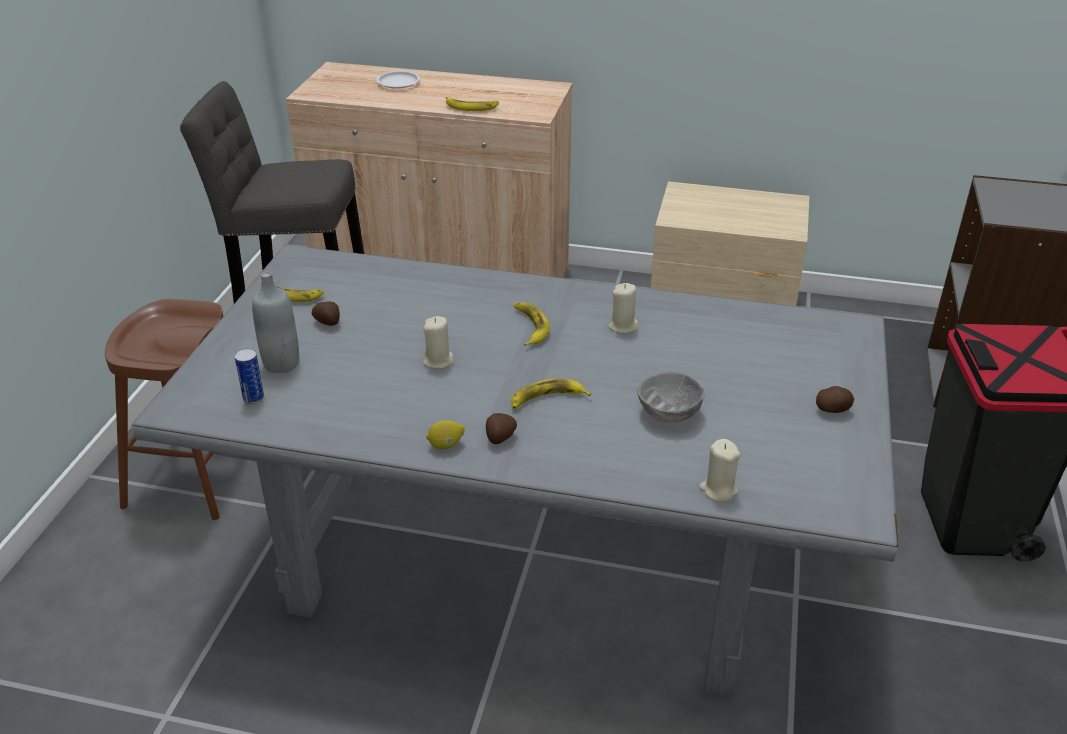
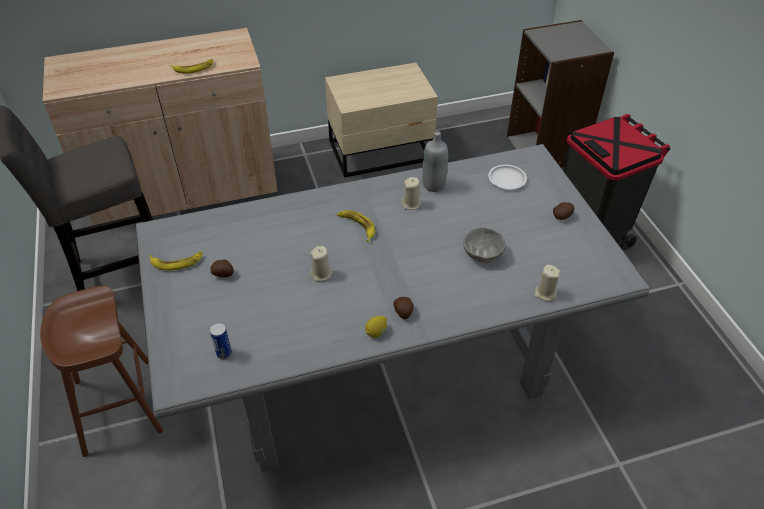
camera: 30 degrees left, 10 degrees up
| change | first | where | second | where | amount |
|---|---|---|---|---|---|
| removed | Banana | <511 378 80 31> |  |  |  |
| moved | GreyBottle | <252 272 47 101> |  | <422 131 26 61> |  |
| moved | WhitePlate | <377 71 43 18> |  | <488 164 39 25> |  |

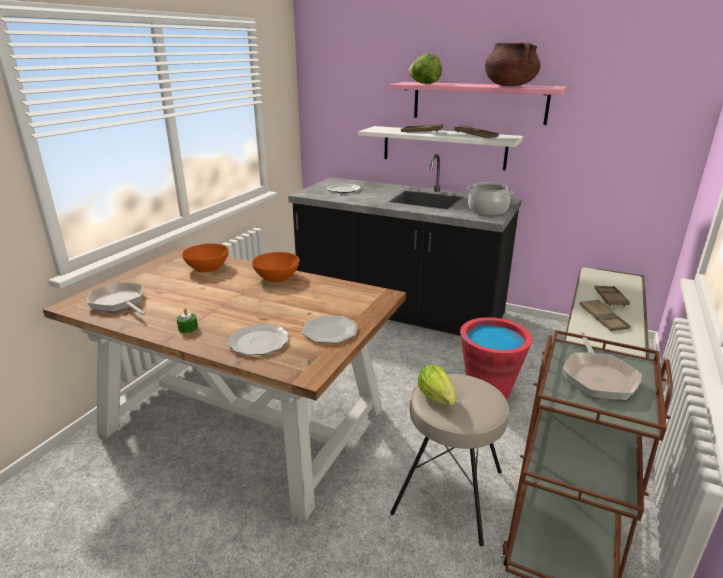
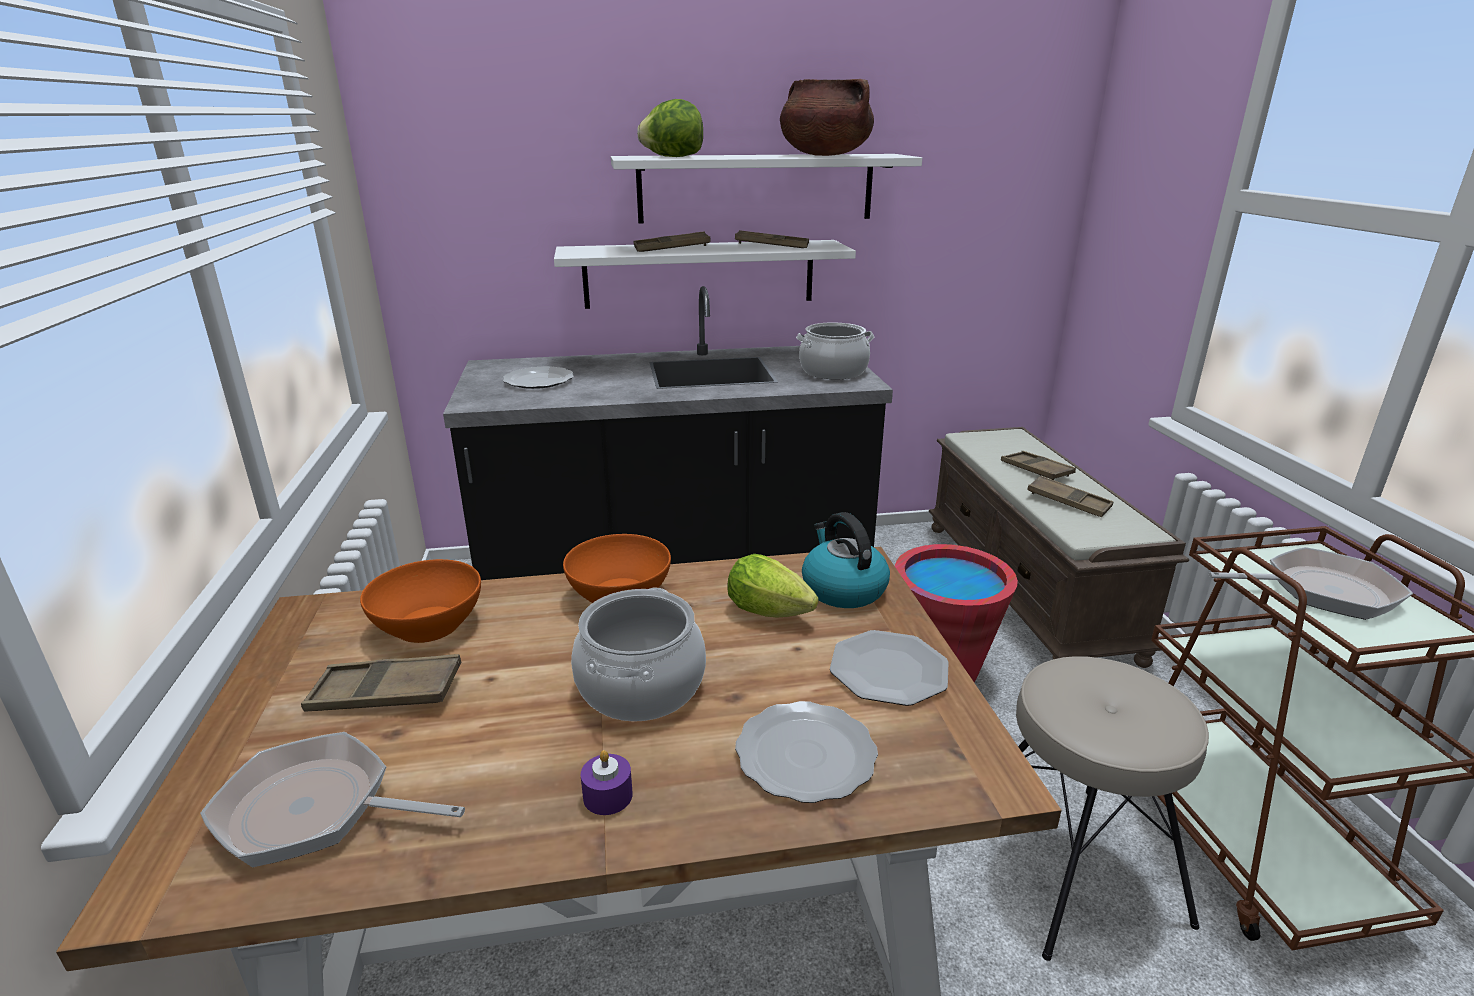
camera: 35 degrees left, 0 degrees up
| change | first | where | second | where | amount |
|---|---|---|---|---|---|
| added |  |  | BrownTray | <301 654 160 58> |  |
| added |  |  | CookingPot | <571 588 135 134> |  |
| added |  |  | Kettle | <802 512 88 96> |  |
| moved | Lettuce | <418 365 38 41> |  | <727 554 92 64> |  |
| recoloured | GreenCandle | <177 308 21 25> | PurpleCandle | <581 750 52 65> |  |
| recoloured | PinkShelf | <389 82 178 43> | WhiteShelf | <611 154 311 70> |  |
| turned | FryingPan | <562 332 80 68> |  | <1209 547 204 73> | 60 degrees counterclockwise |

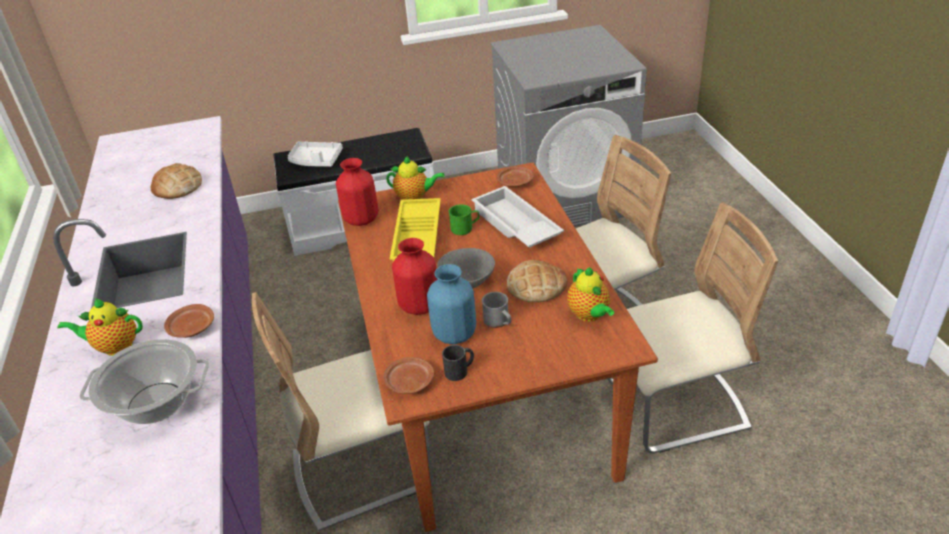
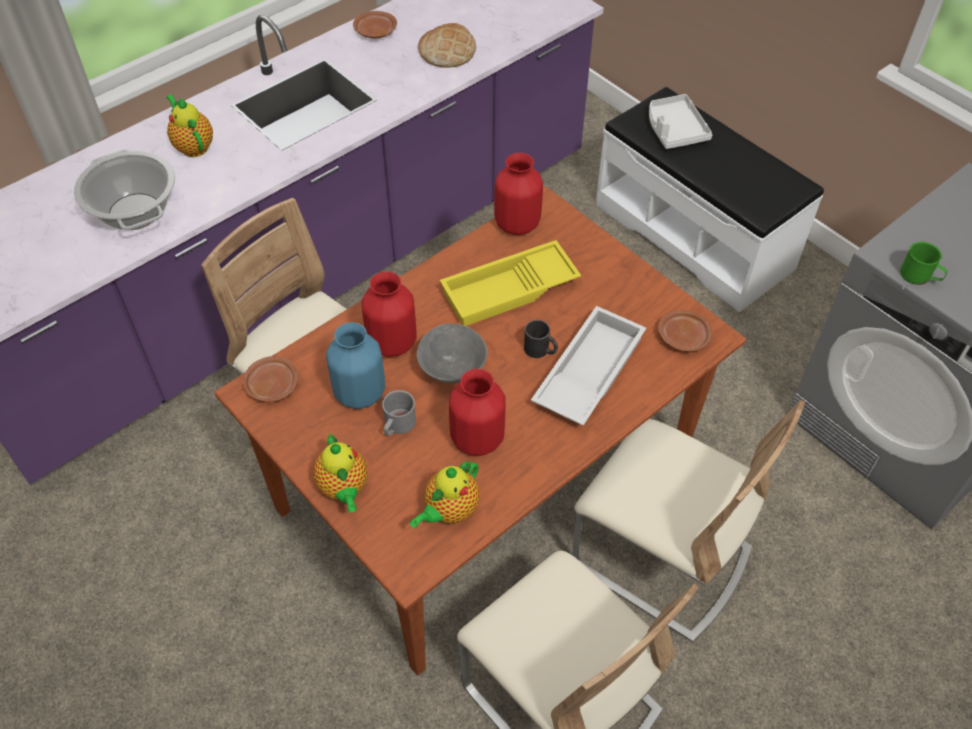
camera: 60 degrees right, 15 degrees up
| change | first | where | second | where | amount |
|---|---|---|---|---|---|
| moved | BrownPlate | <164 304 50 34> |  | <353 11 44 27> |  |
| moved | Teapot | <386 156 59 44> |  | <313 433 55 79> |  |
| moved | BlackMug | <442 345 32 36> |  | <524 320 34 38> |  |
| moved | GreenMug | <449 204 30 31> |  | <900 242 48 43> |  |
| replaced | Bread | <507 260 61 42> | RedVase | <449 369 57 87> |  |

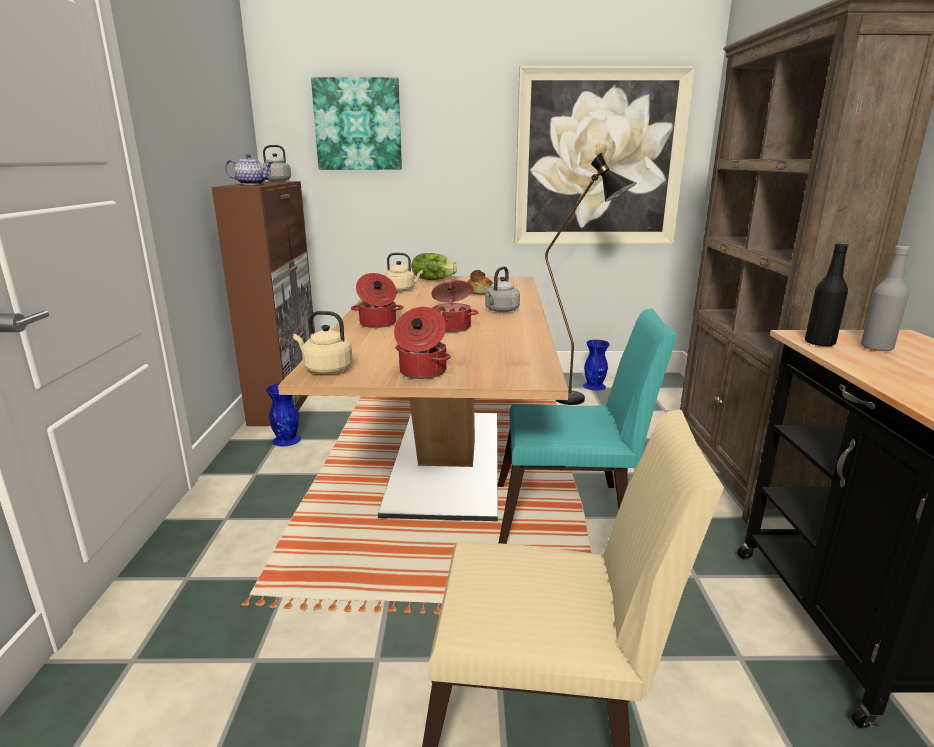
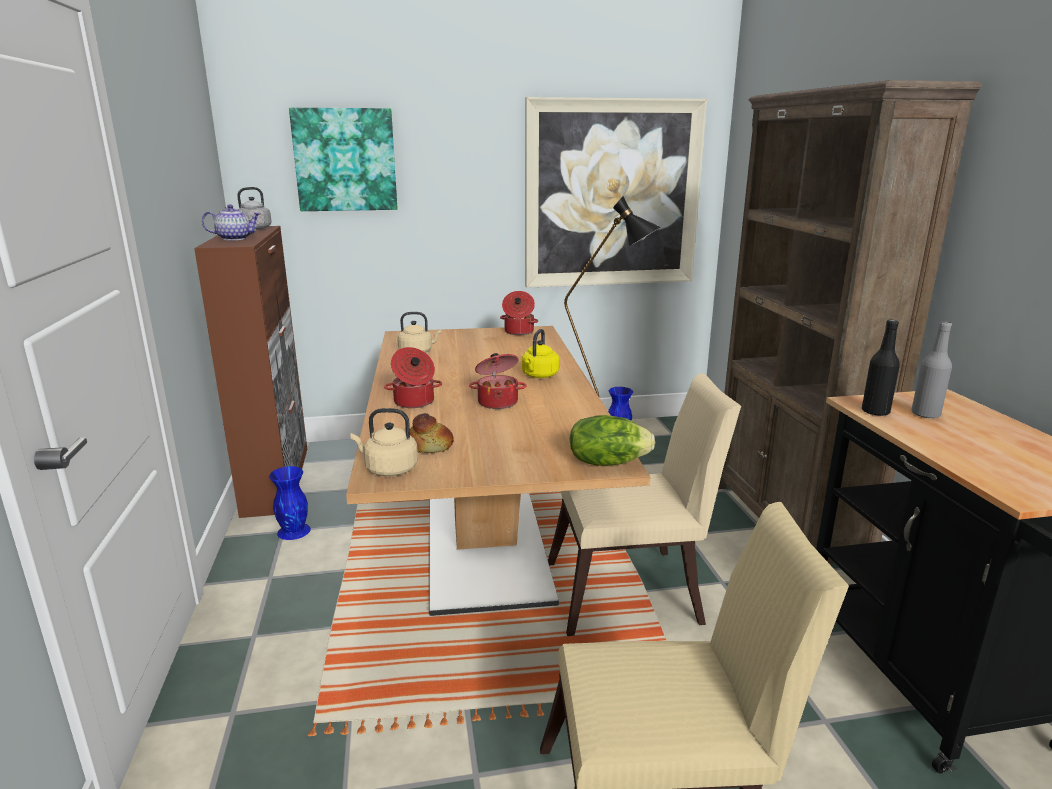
camera: 10 degrees left, 0 degrees up
| change | first | where | second | where | amount |
|---|---|---|---|---|---|
| moved | CookingPot | <394 307 57 72> |  | <500 291 38 44> |  |
| moved | Lettuce | <412 253 45 27> |  | <569 415 86 51> |  |
| moved | Bread | <468 270 25 25> |  | <410 413 44 40> |  |
| recoloured | GreyKettle | <485 266 35 46> | YellowKettle | <522 329 37 49> |  |
| recoloured | TurquoiseChair | <498 308 180 236> | BeigeChair | <548 373 193 263> |  |

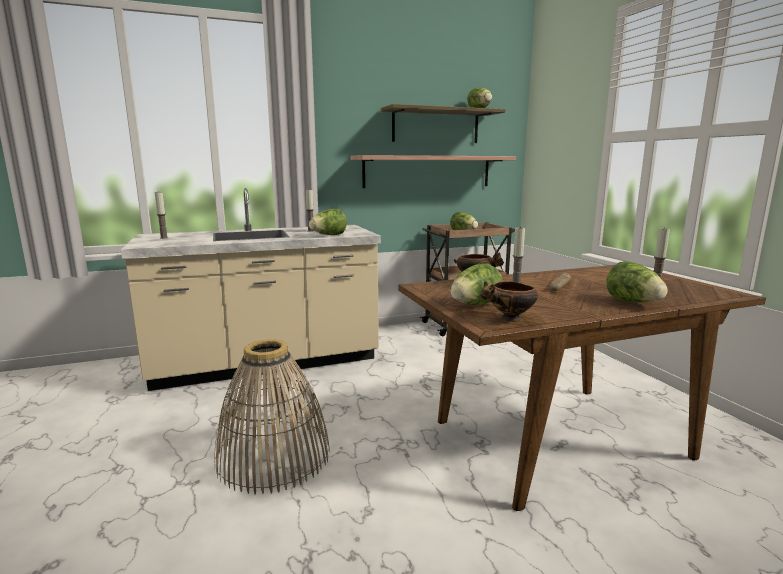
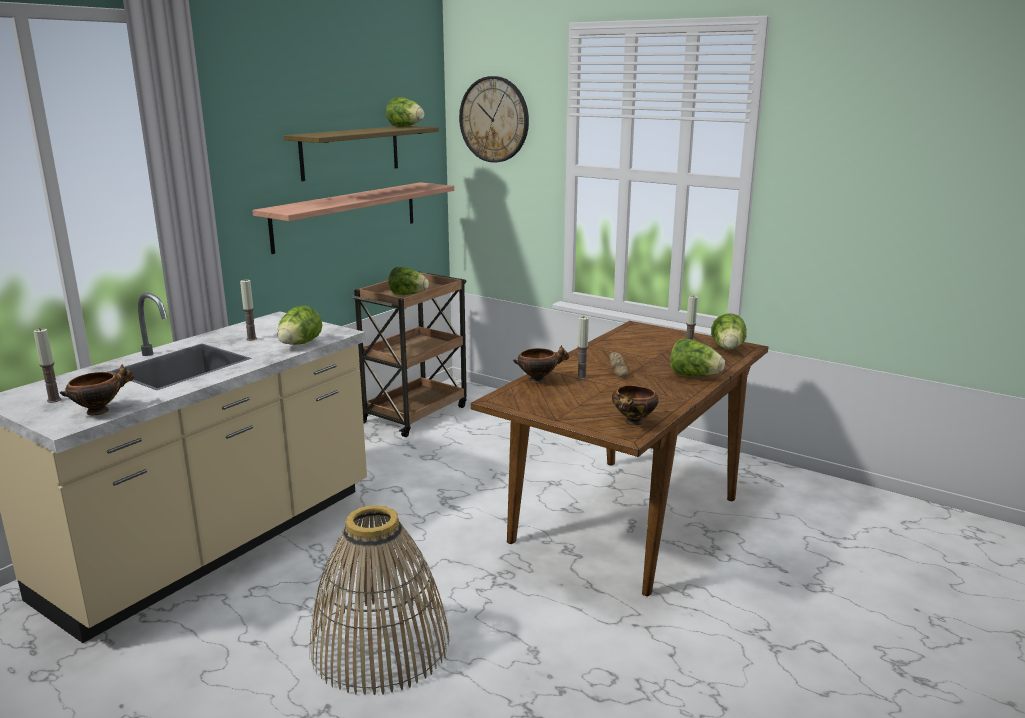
camera: 35 degrees left, 5 degrees up
| change | first | where | second | where | amount |
|---|---|---|---|---|---|
| added |  |  | Bowl | <60 365 74 50> |  |
| added |  |  | WallClock | <459 76 70 87> |  |
| moved | Lettuce | <450 264 53 41> |  | <711 313 36 37> |  |

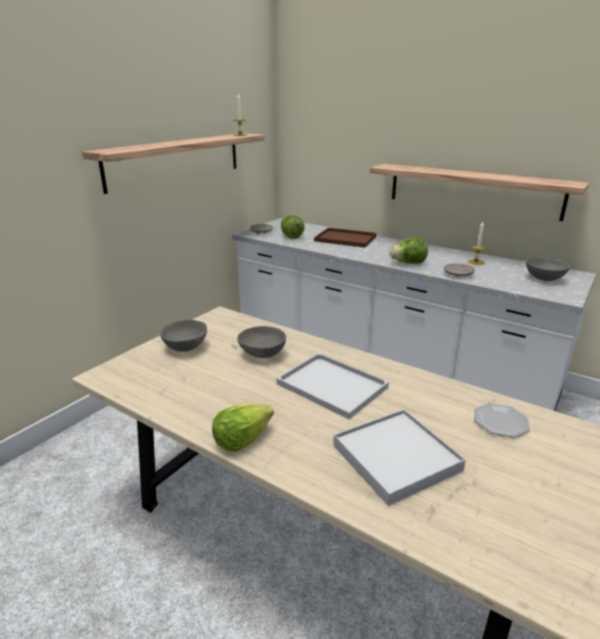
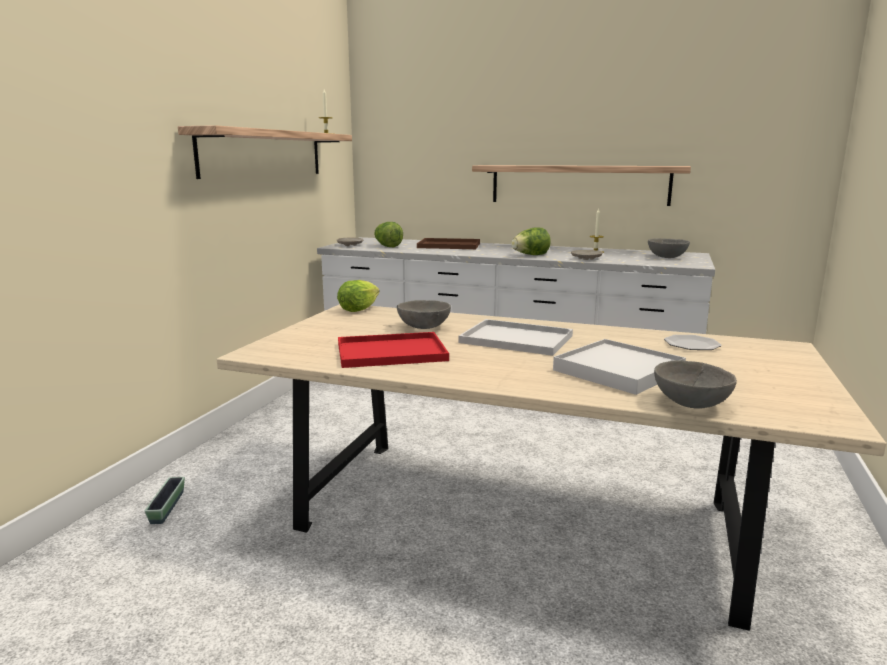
camera: 15 degrees left, 10 degrees down
| change | first | where | second | where | amount |
|---|---|---|---|---|---|
| added |  |  | Planter | <145 477 40 47> |  |
| added |  |  | RedTray | <338 332 111 36> |  |
| moved | GreyBowl | <160 320 47 32> |  | <654 360 83 48> |  |
| moved | Lettuce | <212 403 62 48> |  | <337 280 43 32> |  |

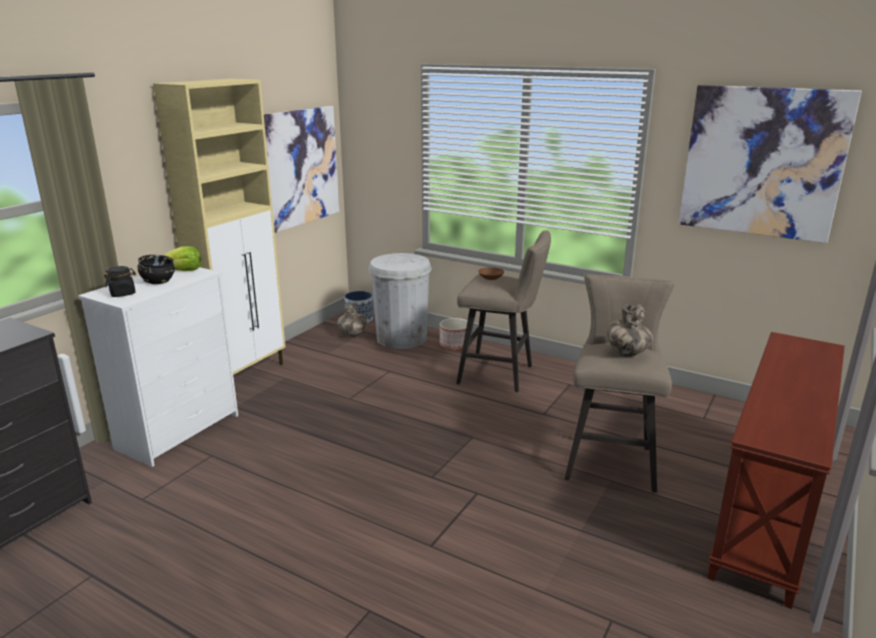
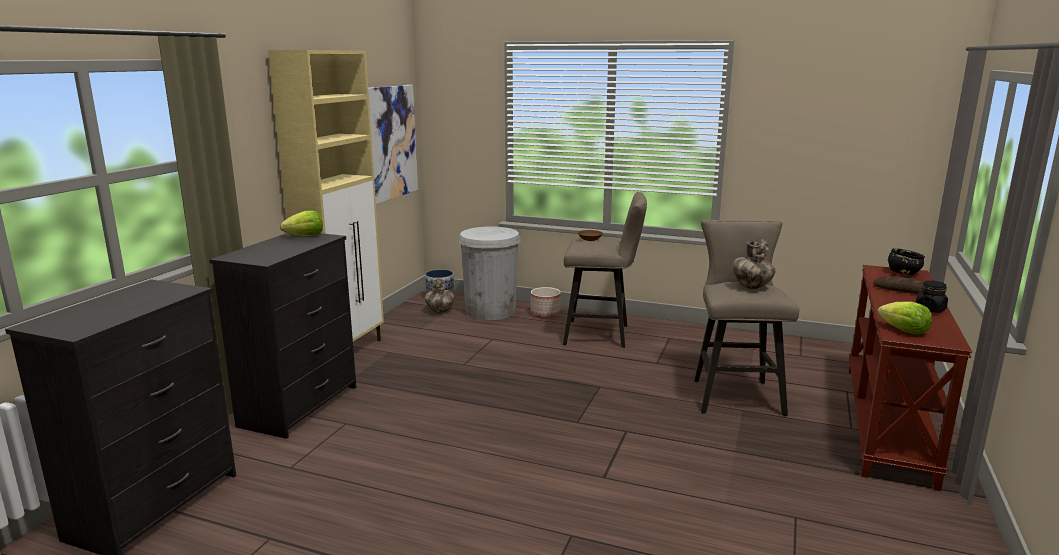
camera: 10 degrees left, 5 degrees down
| change | first | where | second | where | amount |
|---|---|---|---|---|---|
| removed | Picture | <679 85 183 158> |  |  |  |
| added |  |  | Bread | <873 276 51 18> |  |
| added |  |  | Lettuce | <877 301 55 34> |  |
| moved | BlackJar | <104 266 32 31> |  | <916 280 32 33> |  |
| moved | BlackBowl | <138 255 37 29> |  | <888 248 37 27> |  |
| recoloured | WhiteDresser | <78 267 160 200> | BlackDresser | <209 233 148 206> |  |

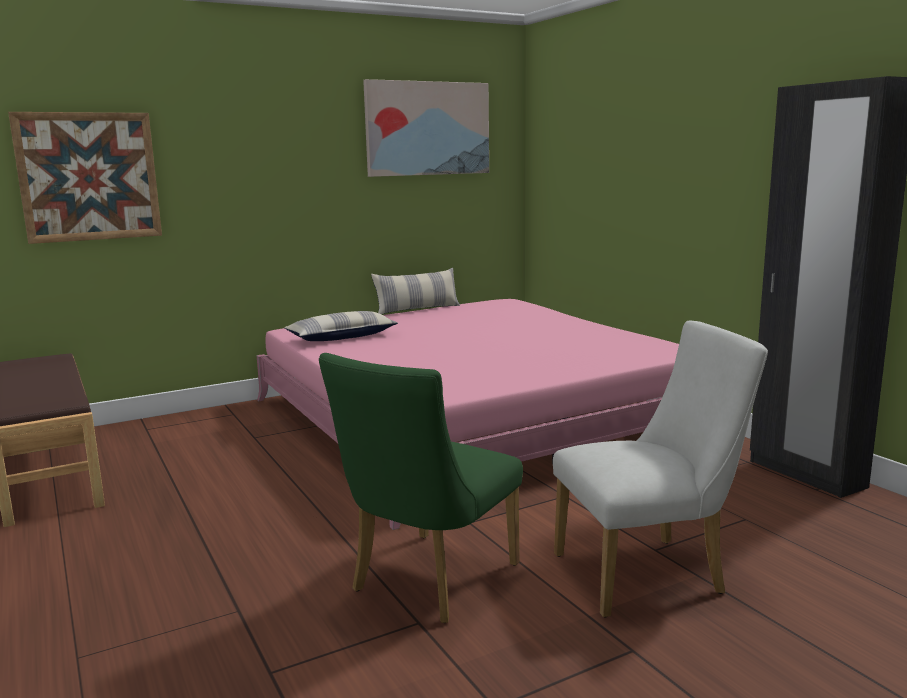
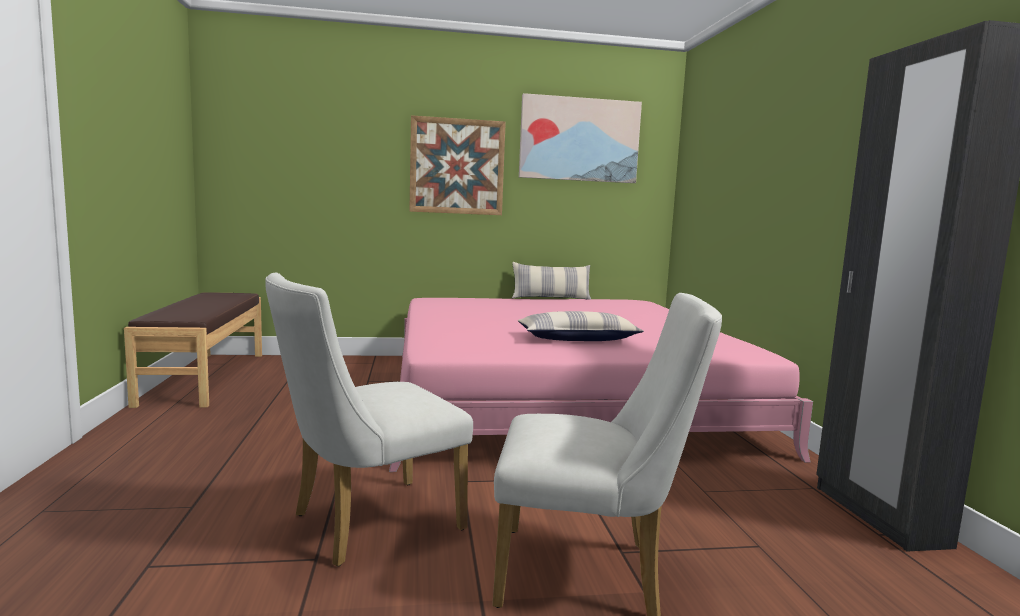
camera: 20 degrees right, 5 degrees down
| change | first | where | second | where | amount |
|---|---|---|---|---|---|
| moved | Picture | <8 112 154 132> |  | <409 115 97 100> |  |
| moved | Pillow | <284 311 114 30> |  | <518 311 126 30> |  |
| recoloured | GreenChair | <319 353 204 270> | WhiteChair | <265 273 208 294> |  |

